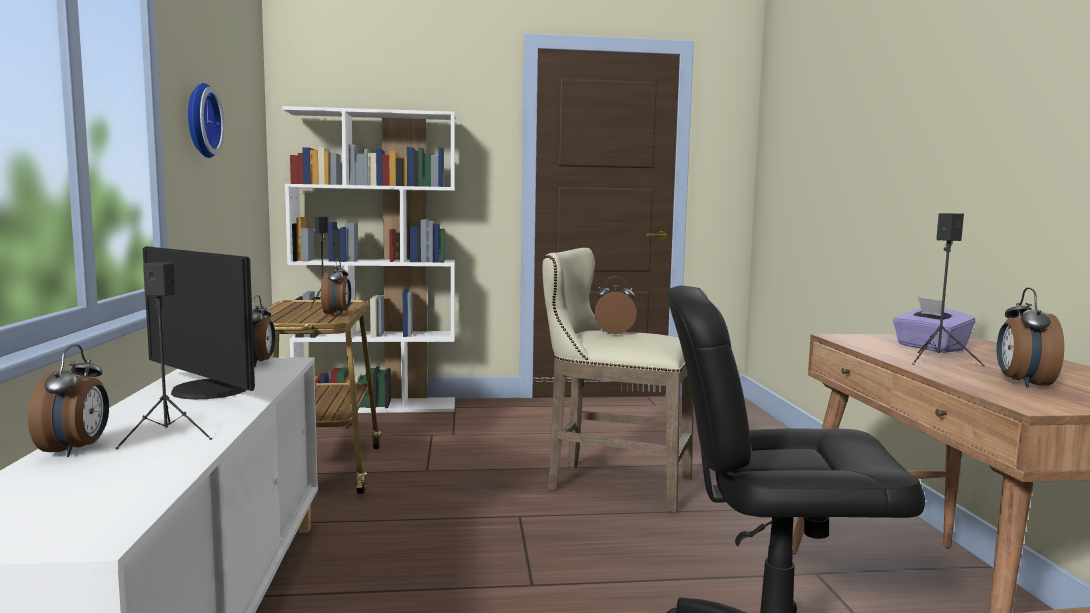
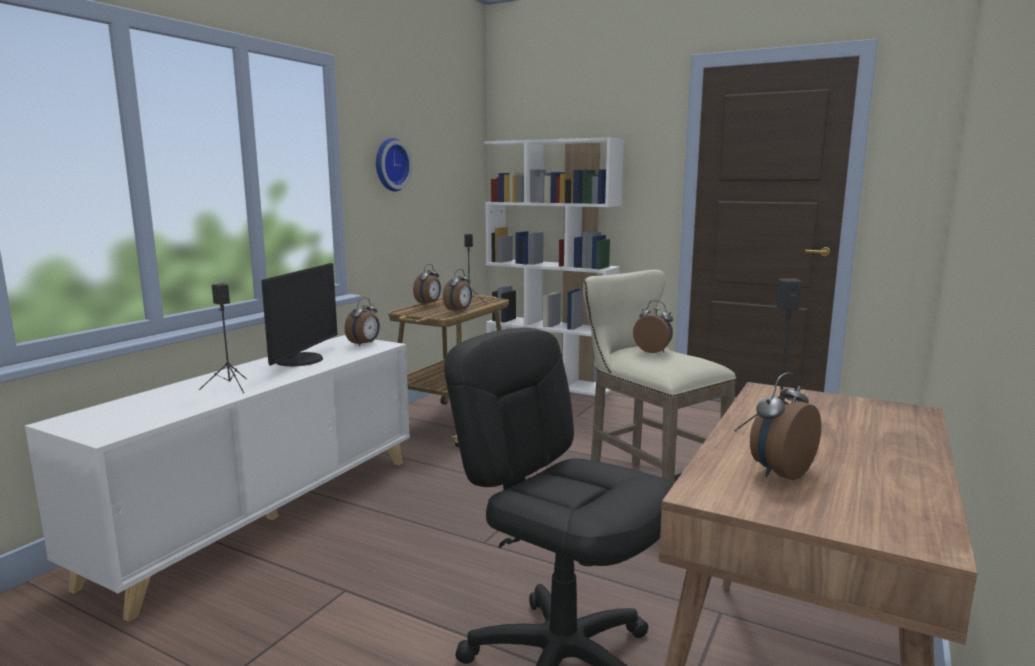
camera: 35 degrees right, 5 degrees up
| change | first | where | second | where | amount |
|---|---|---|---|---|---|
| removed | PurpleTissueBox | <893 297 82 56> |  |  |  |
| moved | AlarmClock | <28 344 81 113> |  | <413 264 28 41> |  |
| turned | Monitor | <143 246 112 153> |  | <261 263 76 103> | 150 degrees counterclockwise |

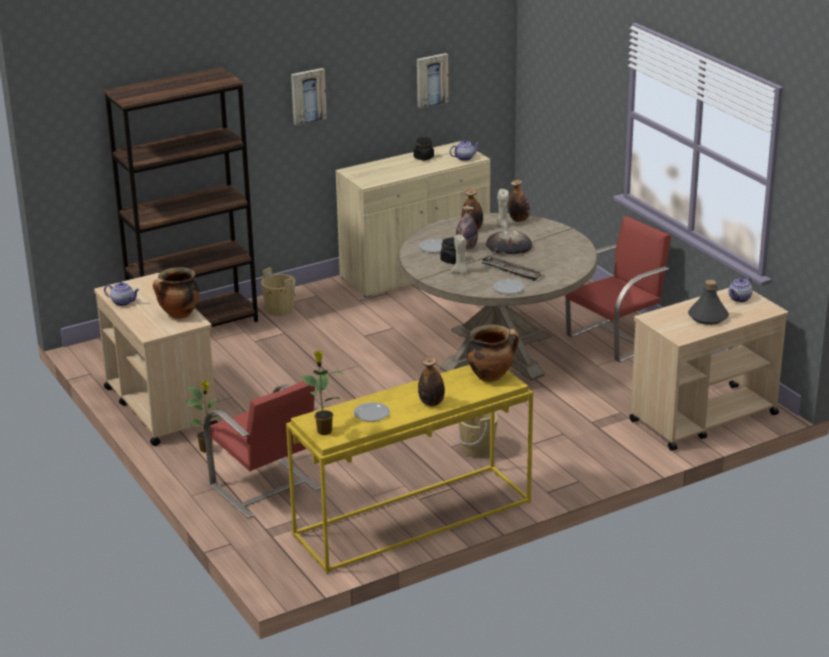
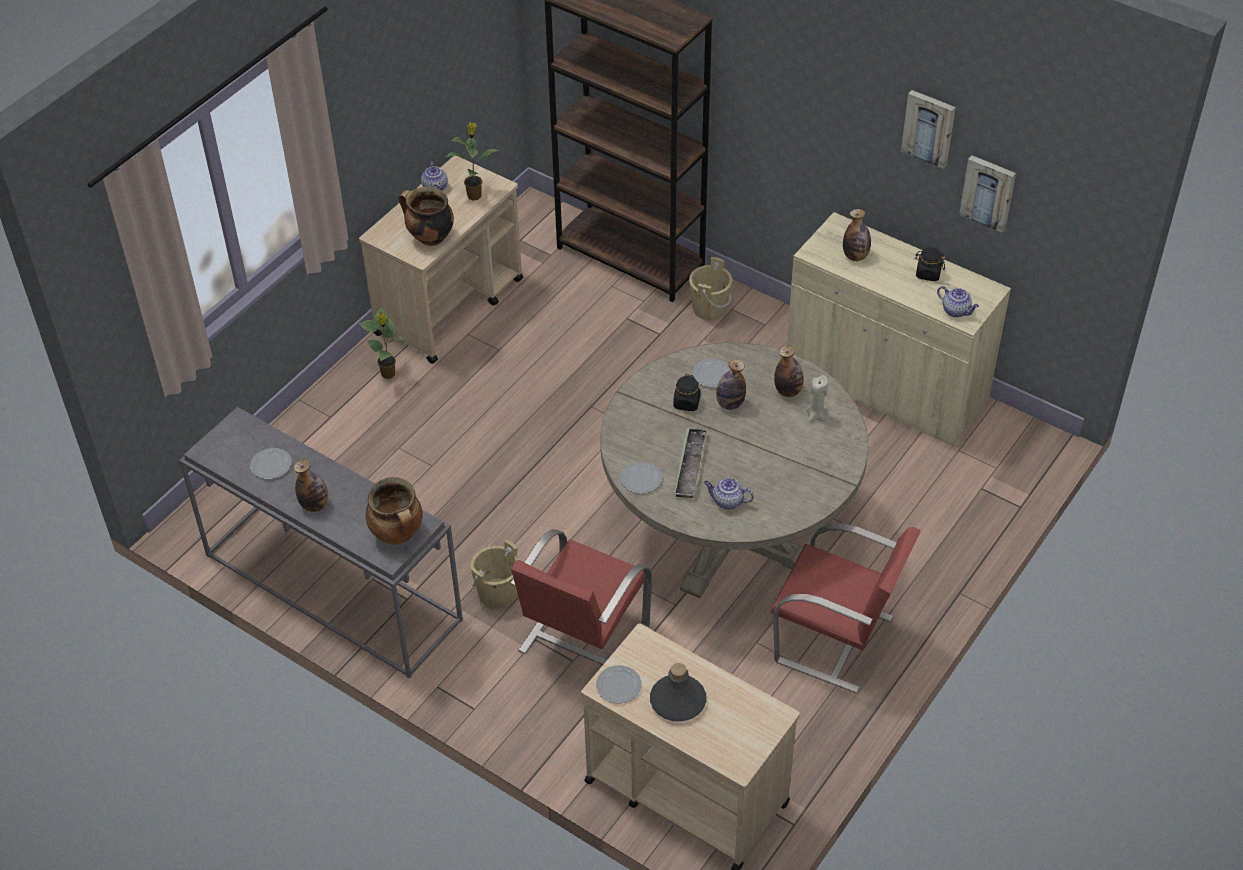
camera: 65 degrees right, 20 degrees up
| change | first | where | second | where | amount |
|---|---|---|---|---|---|
| removed | BeigeCandle | <451 234 18 40> |  |  |  |
| removed | Bread | <486 230 46 24> |  |  |  |
| added |  |  | Plate | <596 665 46 39> |  |
| moved | RedChair | <203 381 118 137> |  | <511 529 141 136> |  |
| moved | Picture | <291 68 36 57> |  | <901 90 55 79> |  |
| moved | PottedPlant | <300 350 45 85> |  | <446 123 54 77> |  |
| moved | Bottle | <509 180 21 42> |  | <843 209 28 52> |  |
| moved | Teapot | <729 277 24 25> |  | <704 478 50 32> |  |
| recoloured | YellowConsoleTable | <286 365 247 209> | GreyConsoleTable | <179 407 284 271> |  |

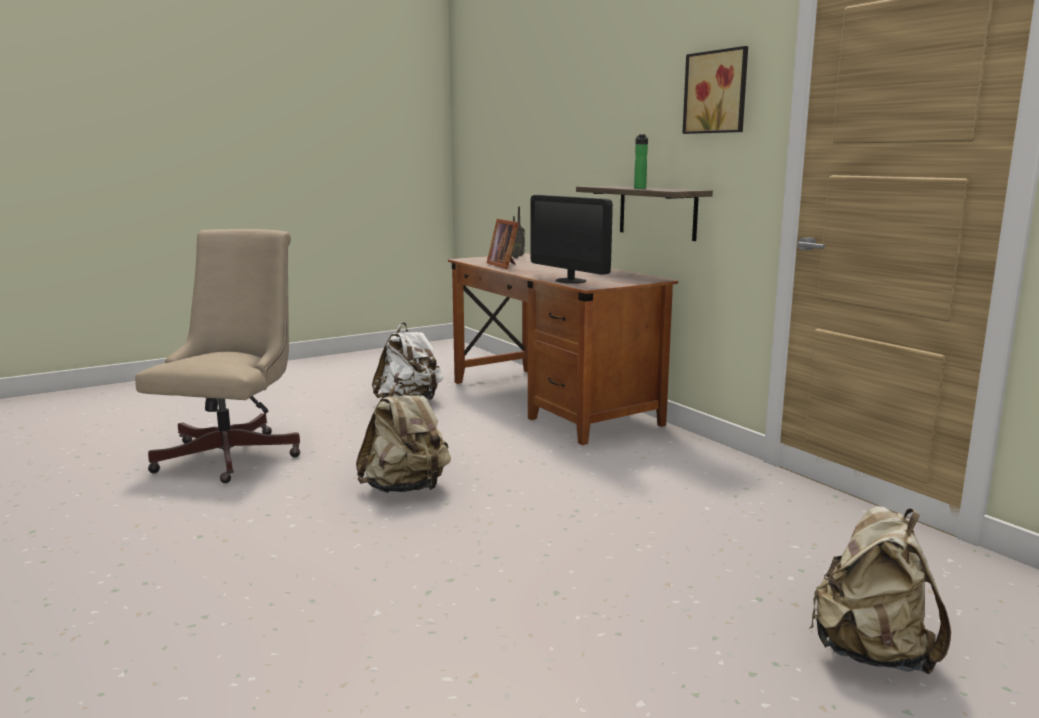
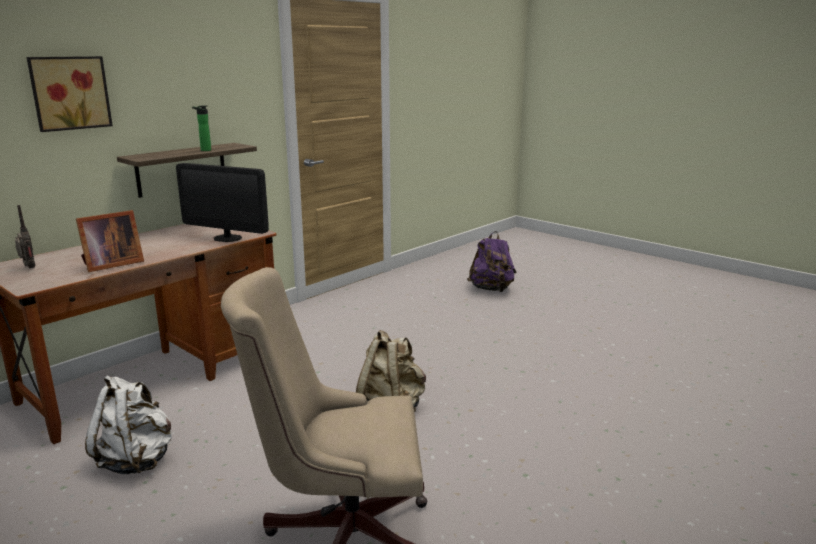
camera: 105 degrees left, 5 degrees up
| change | first | where | second | where | amount |
|---|---|---|---|---|---|
| moved | Picture | <682 46 66 88> |  | <27 56 86 76> |  |
| recoloured | BeigeBackpack | <810 506 141 168> | PurpleBackpack | <467 231 49 61> |  |
| turned | Monitor | <530 195 83 89> |  | <176 163 93 79> | 75 degrees clockwise |

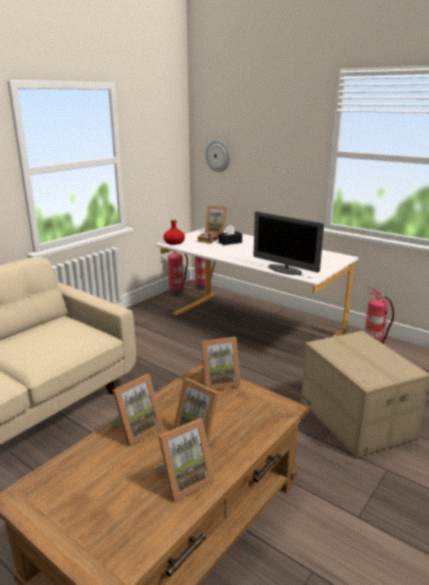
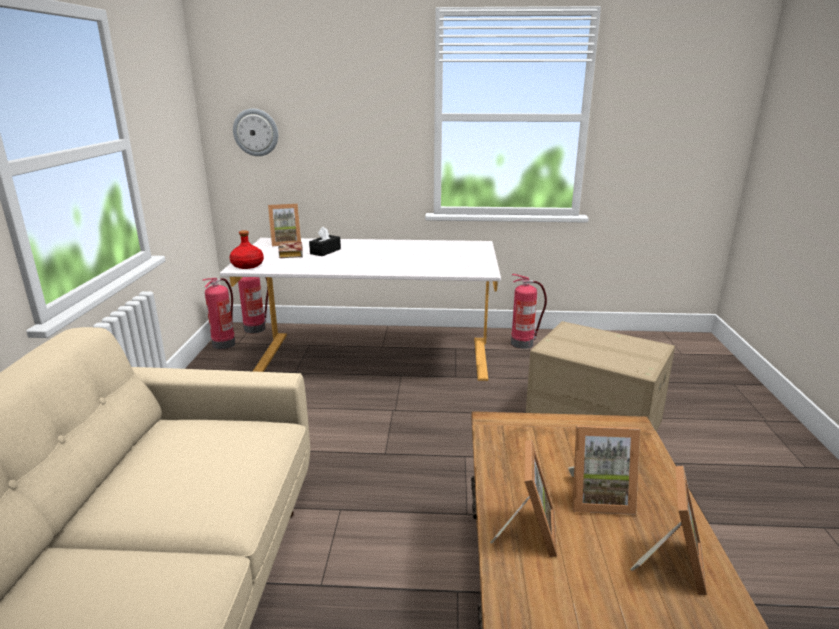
camera: 35 degrees left, 0 degrees up
| change | first | where | second | where | amount |
|---|---|---|---|---|---|
| removed | PictureFrame | <200 337 40 53> |  |  |  |
| removed | Monitor | <253 211 71 64> |  |  |  |

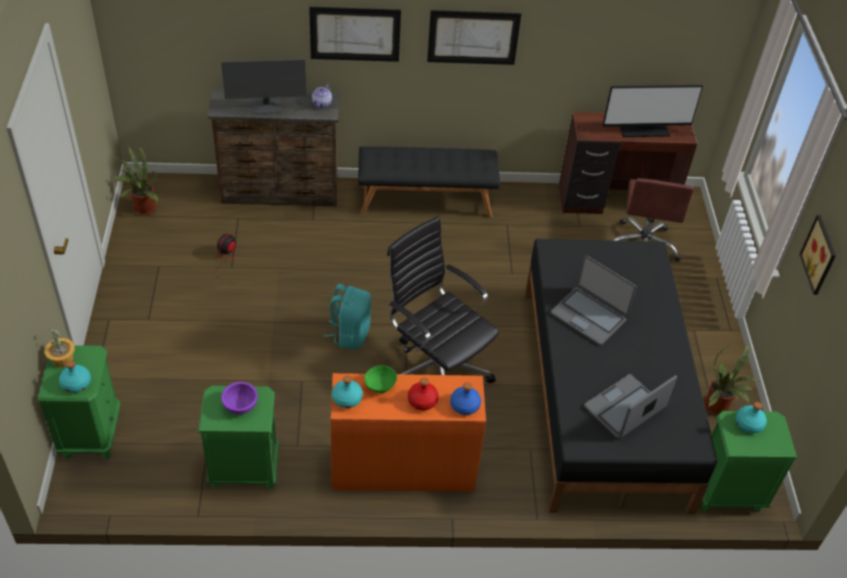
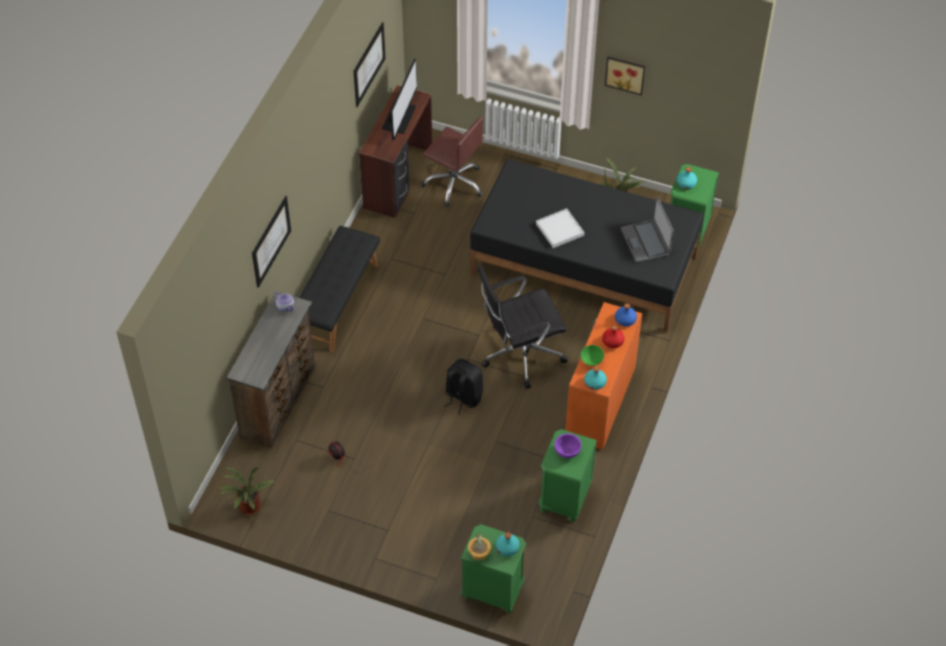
camera: 65 degrees left, 5 degrees up
| change | first | where | second | where | amount |
|---|---|---|---|---|---|
| removed | Monitor | <221 59 85 55> |  |  |  |
| moved | Picture | <427 10 94 55> |  | <354 22 31 85> |  |
| replaced | Laptop | <550 255 87 91> | WhiteTray | <536 208 48 40> |  |
| recoloured | TurquoiseBackpack | <324 284 47 65> | BlackBackpack | <444 359 39 56> |  |

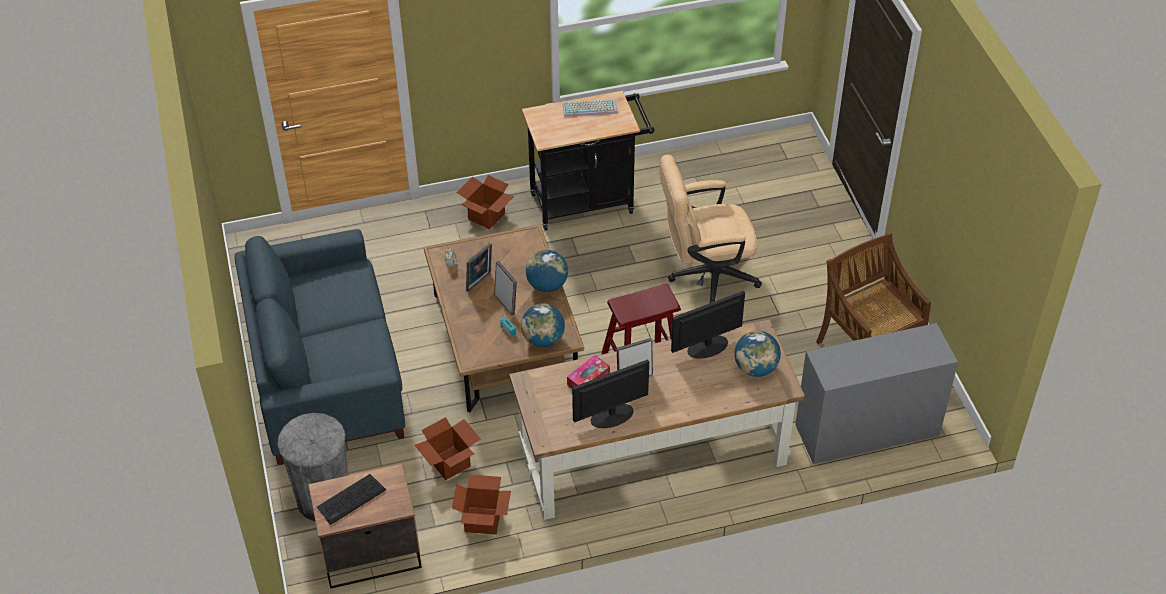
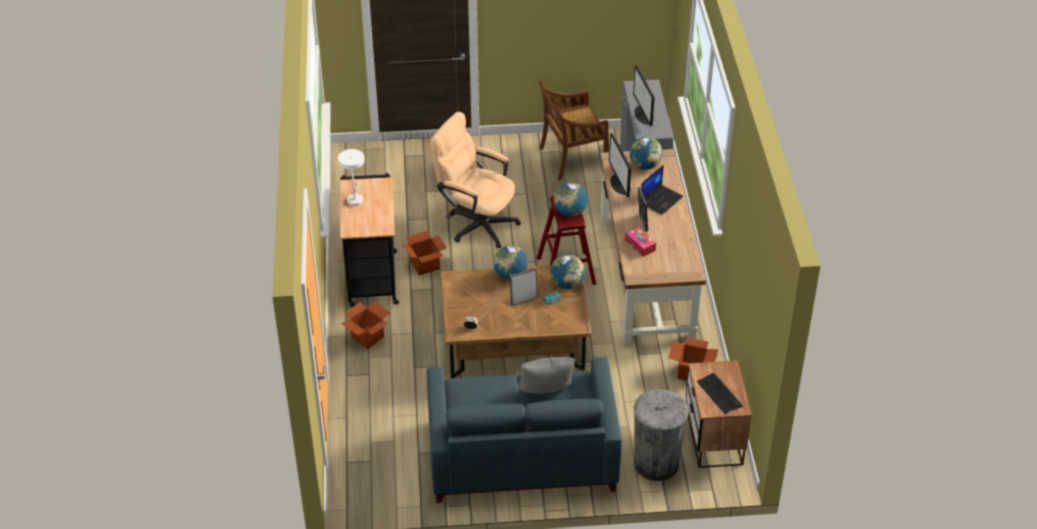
camera: 80 degrees left, 5 degrees down
| change | first | where | second | where | amount |
|---|---|---|---|---|---|
| removed | PictureFrame | <466 243 26 49> |  |  |  |
| added |  |  | GreyPillow | <518 357 57 37> |  |
| added |  |  | Globe | <554 183 34 34> |  |
| added |  |  | Laptop | <641 165 42 50> |  |
| moved | CardboardBox | <415 417 66 63> |  | <403 231 44 45> |  |
| moved | Monitor | <572 359 77 69> |  | <633 66 22 60> |  |
| replaced | Keyboard | <563 99 55 18> | WhiteTableLamp | <338 149 27 57> |  |
| turned | BeigeOfficeChair | <659 155 103 148> |  | <430 112 91 136> | 120 degrees clockwise |

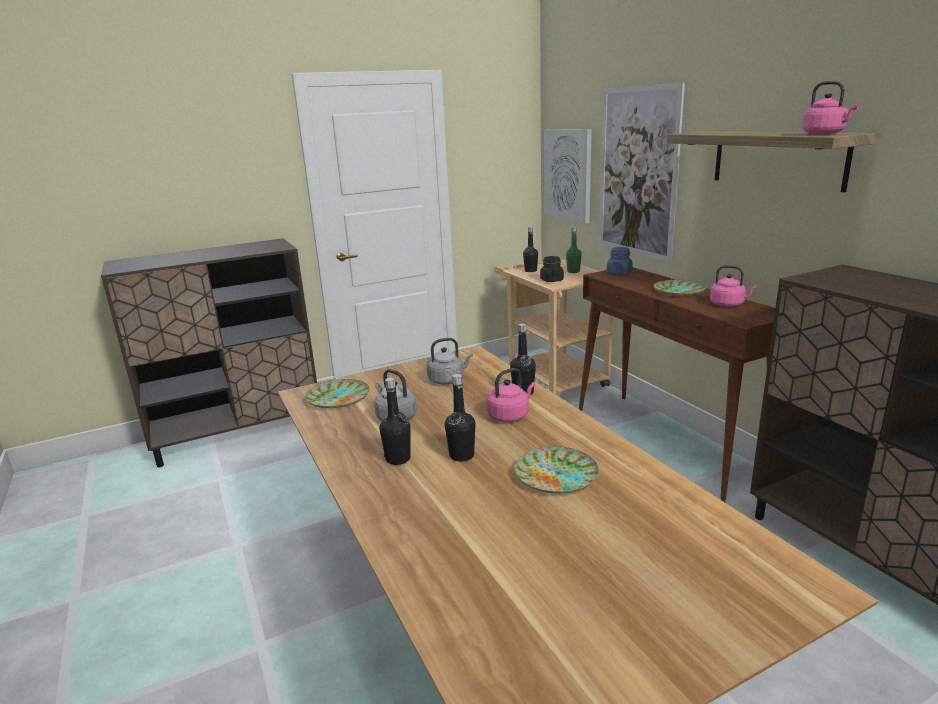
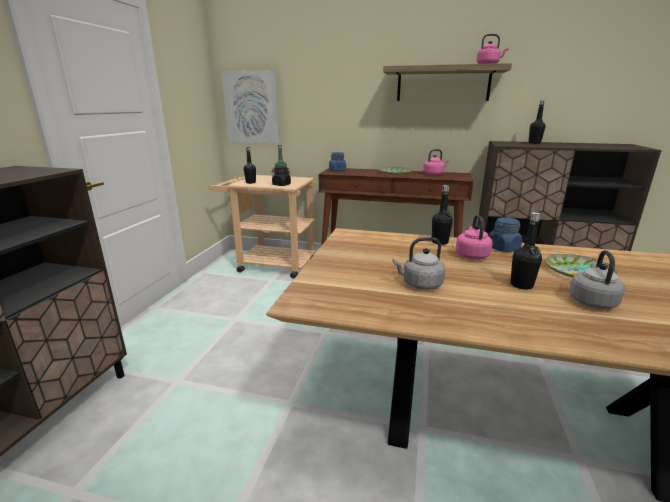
camera: 50 degrees left, 0 degrees up
| change | first | where | second | where | amount |
|---|---|---|---|---|---|
| removed | Plate | <305 379 64 29> |  |  |  |
| removed | Picture | <599 83 86 179> |  |  |  |
| added |  |  | BlueJar | <489 217 33 35> |  |
| moved | BlackBottle | <380 377 31 88> |  | <528 101 18 43> |  |
| moved | GreyKettle | <427 338 46 46> |  | <569 250 56 59> |  |

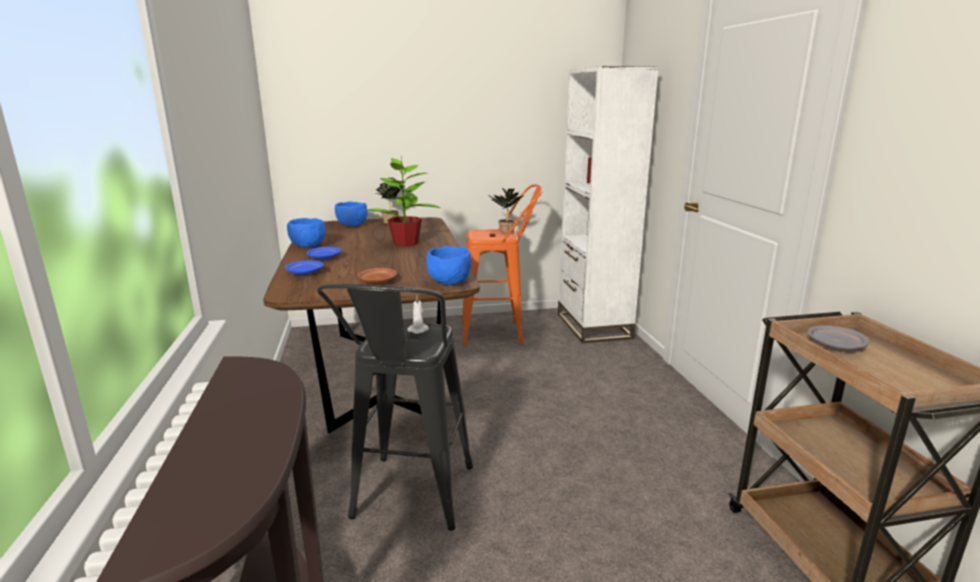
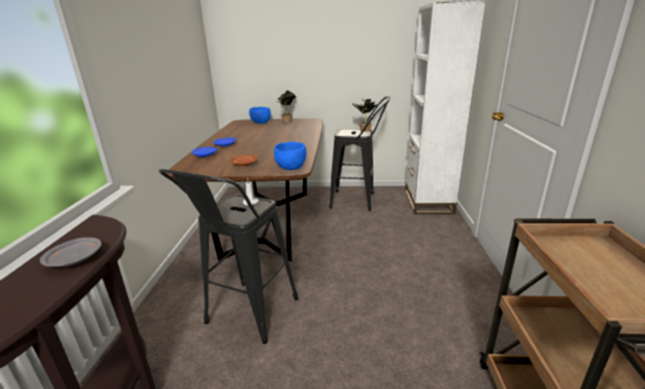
camera: 15 degrees right, 5 degrees up
| change | first | where | second | where | amount |
|---|---|---|---|---|---|
| removed | BlueBowl | <287 218 39 30> |  |  |  |
| removed | PottedPlant | <366 156 74 91> |  |  |  |
| moved | GreyPlate | <808 325 62 25> |  | <40 237 62 30> |  |
| recoloured | OrangeStool | <462 184 81 161> | BlackStool | <329 96 61 115> |  |

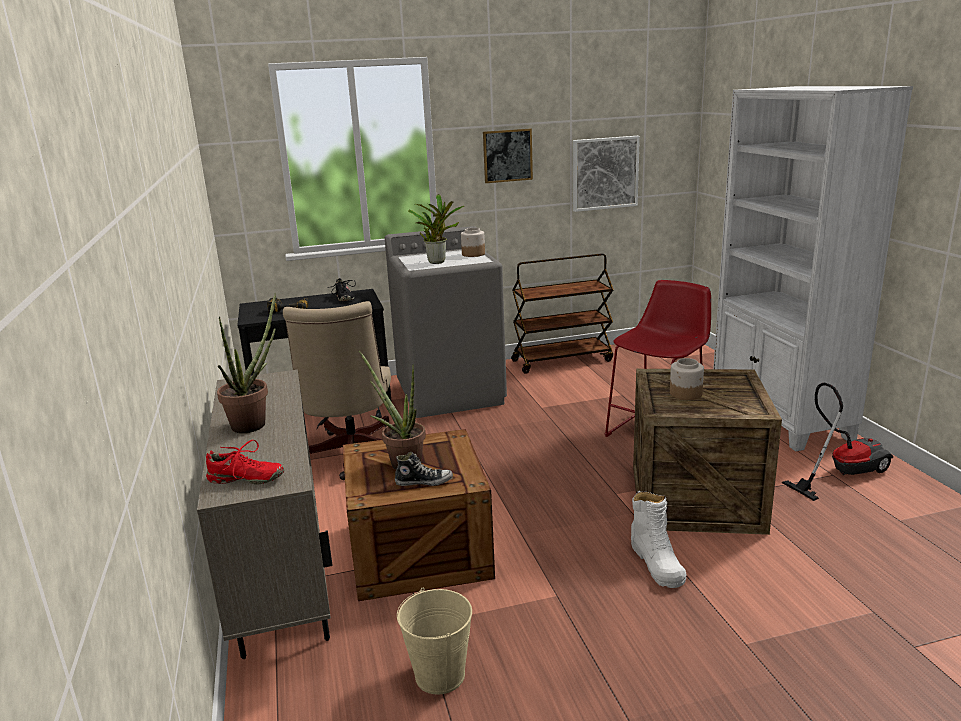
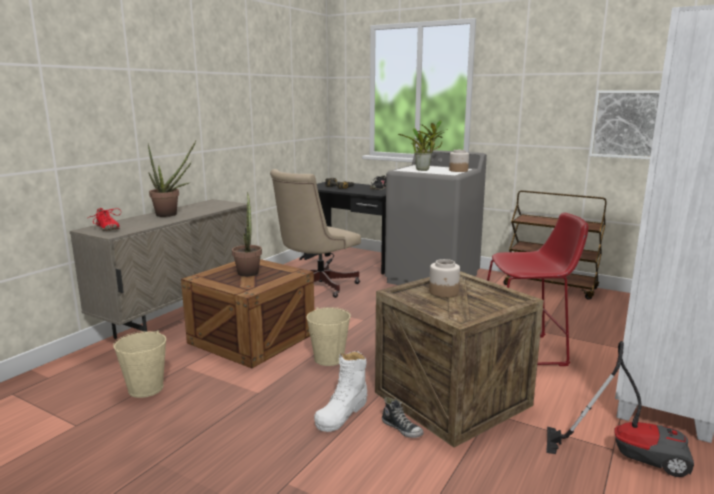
camera: 45 degrees right, 5 degrees down
| change | first | where | second | where | amount |
|---|---|---|---|---|---|
| removed | Picture | <483 129 50 54> |  |  |  |
| added |  |  | BeigeBucket | <306 307 45 59> |  |
| moved | Shoe | <395 452 58 34> |  | <382 397 42 41> |  |

